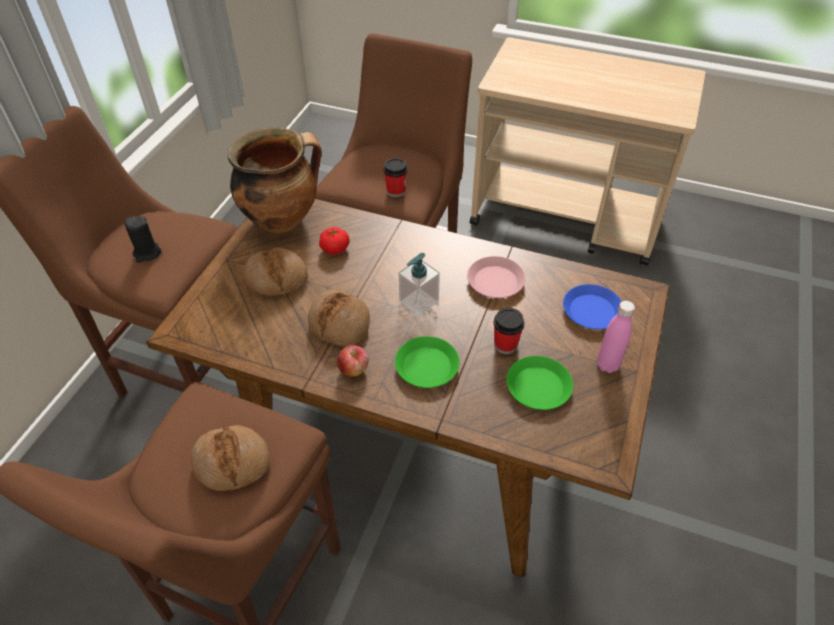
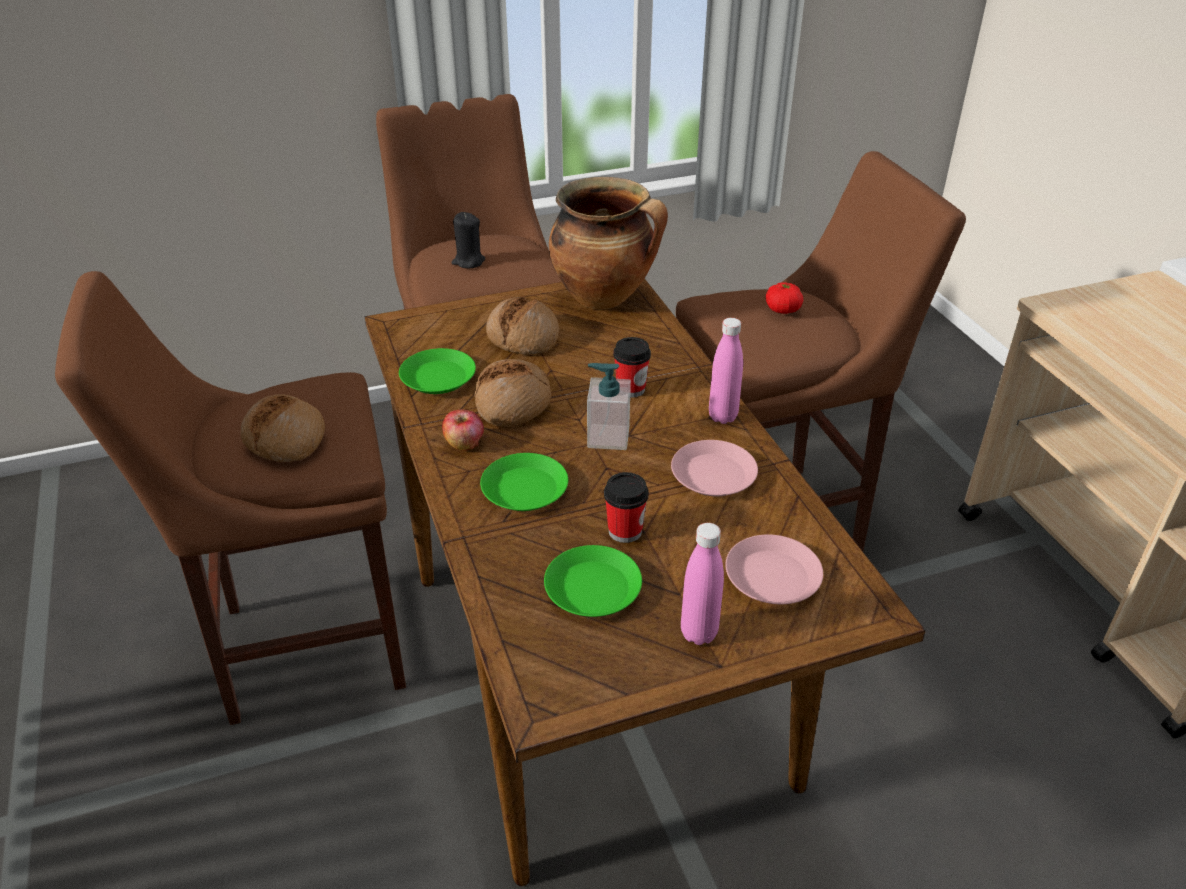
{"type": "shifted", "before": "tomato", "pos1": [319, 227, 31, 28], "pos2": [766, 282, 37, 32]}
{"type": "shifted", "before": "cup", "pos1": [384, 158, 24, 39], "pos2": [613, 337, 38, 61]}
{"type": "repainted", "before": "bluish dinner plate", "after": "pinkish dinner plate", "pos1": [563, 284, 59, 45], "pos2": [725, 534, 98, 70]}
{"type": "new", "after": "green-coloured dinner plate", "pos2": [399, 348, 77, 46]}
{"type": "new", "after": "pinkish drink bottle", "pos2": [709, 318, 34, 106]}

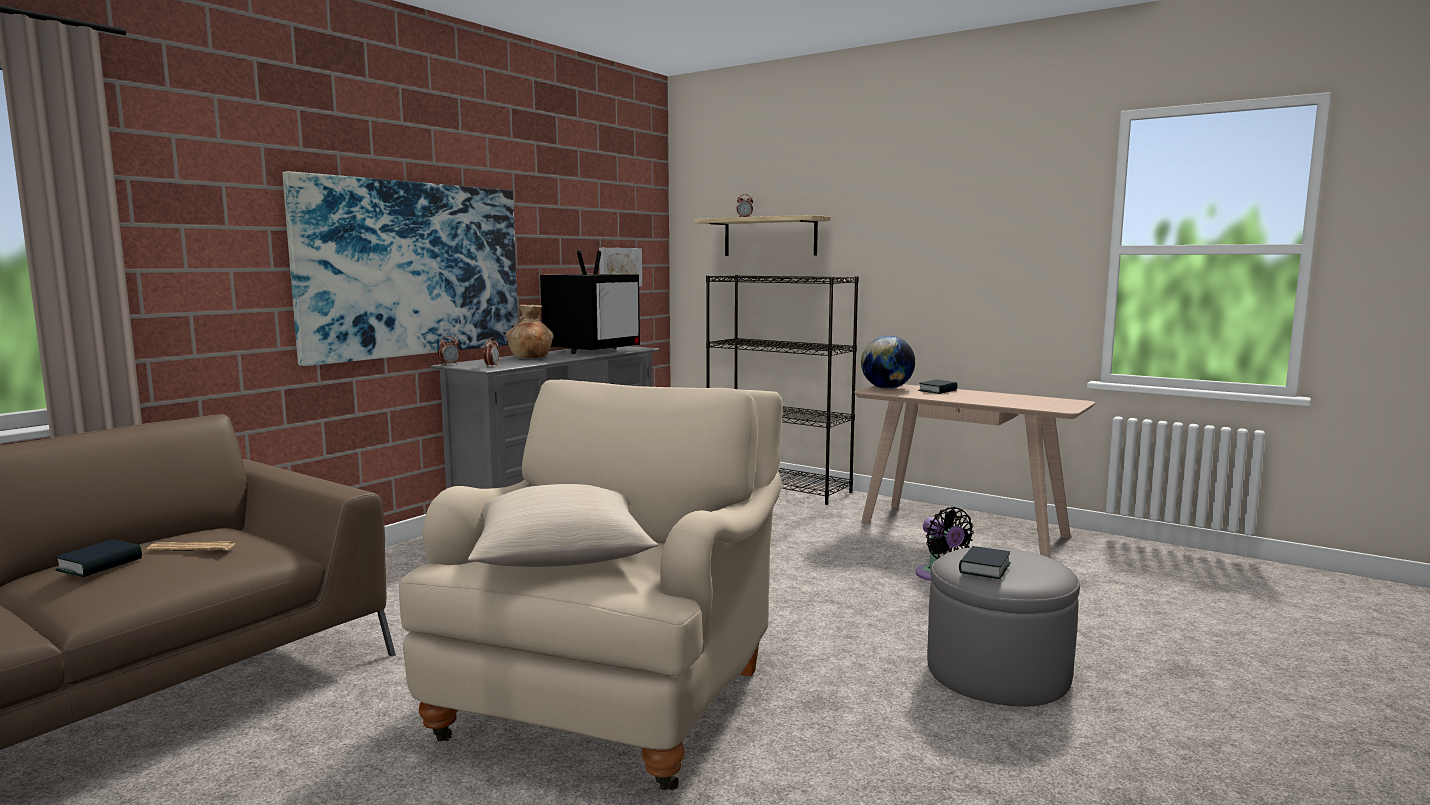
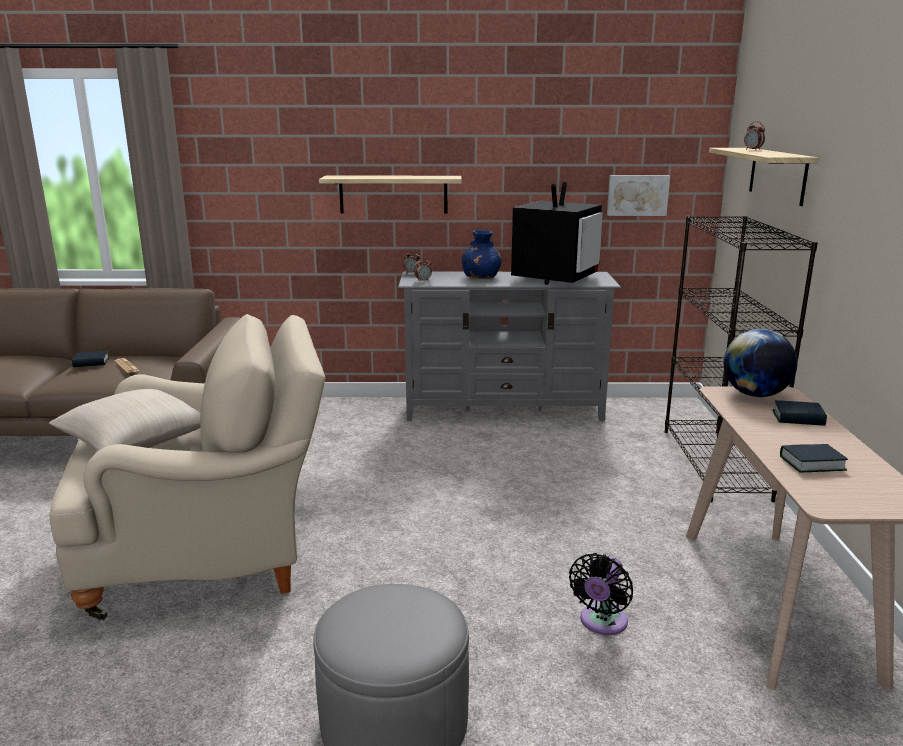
{"type": "swapped", "before": "wall art", "after": "wall shelf", "pos1": [283, 171, 235, 195], "pos2": [319, 176, 143, 37]}
{"type": "repainted", "before": "brown decorative vase", "after": "bluish decorative vase", "pos1": [506, 305, 48, 53], "pos2": [462, 230, 40, 49]}
{"type": "rotated", "before": "television", "pos1": [540, 250, 100, 104], "pos2": [511, 181, 92, 104], "turn": -60}
{"type": "shifted", "before": "book", "pos1": [959, 546, 52, 33], "pos2": [780, 444, 68, 28]}

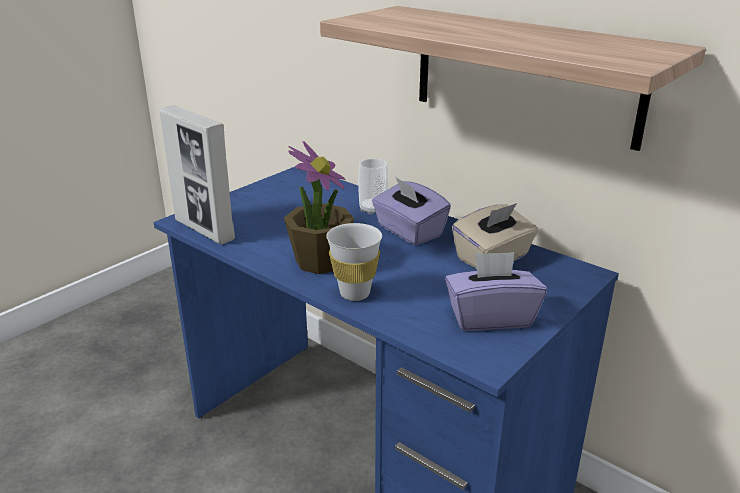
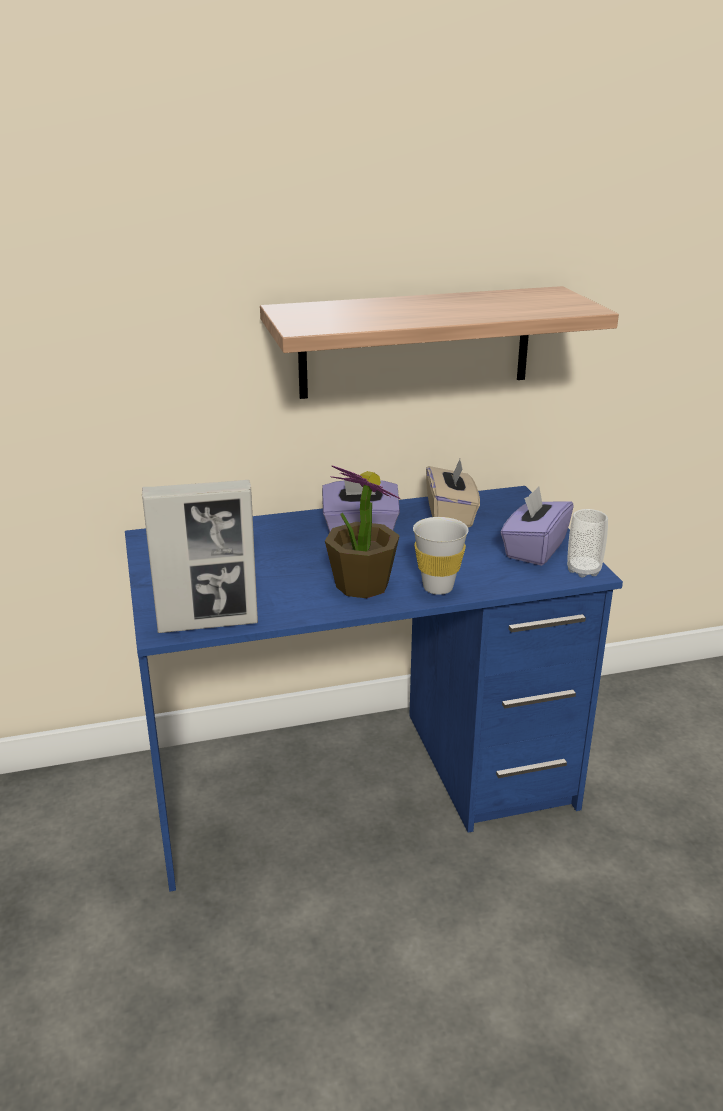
{"type": "shifted", "before": "cup", "pos1": [358, 158, 30, 57], "pos2": [567, 509, 41, 69]}

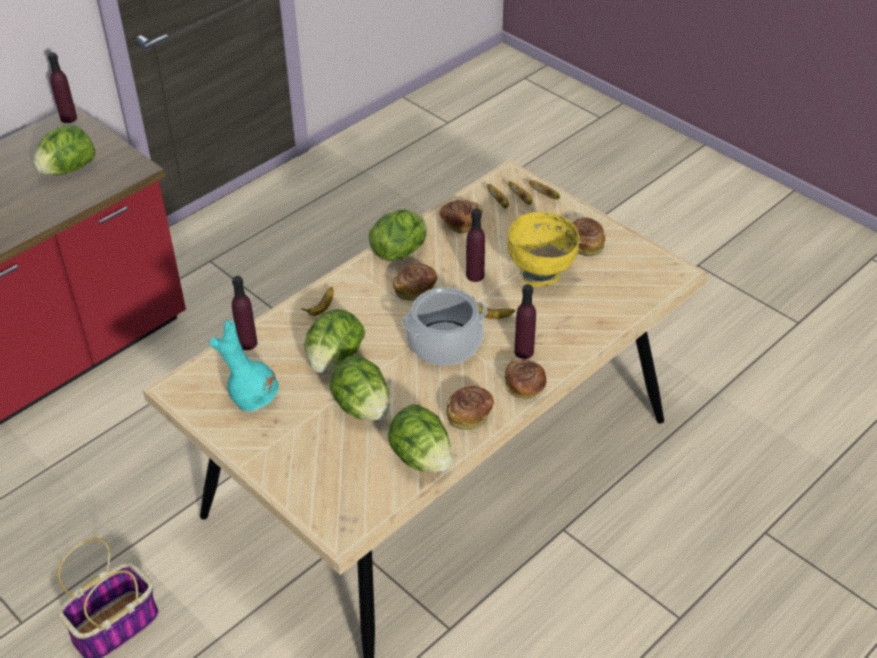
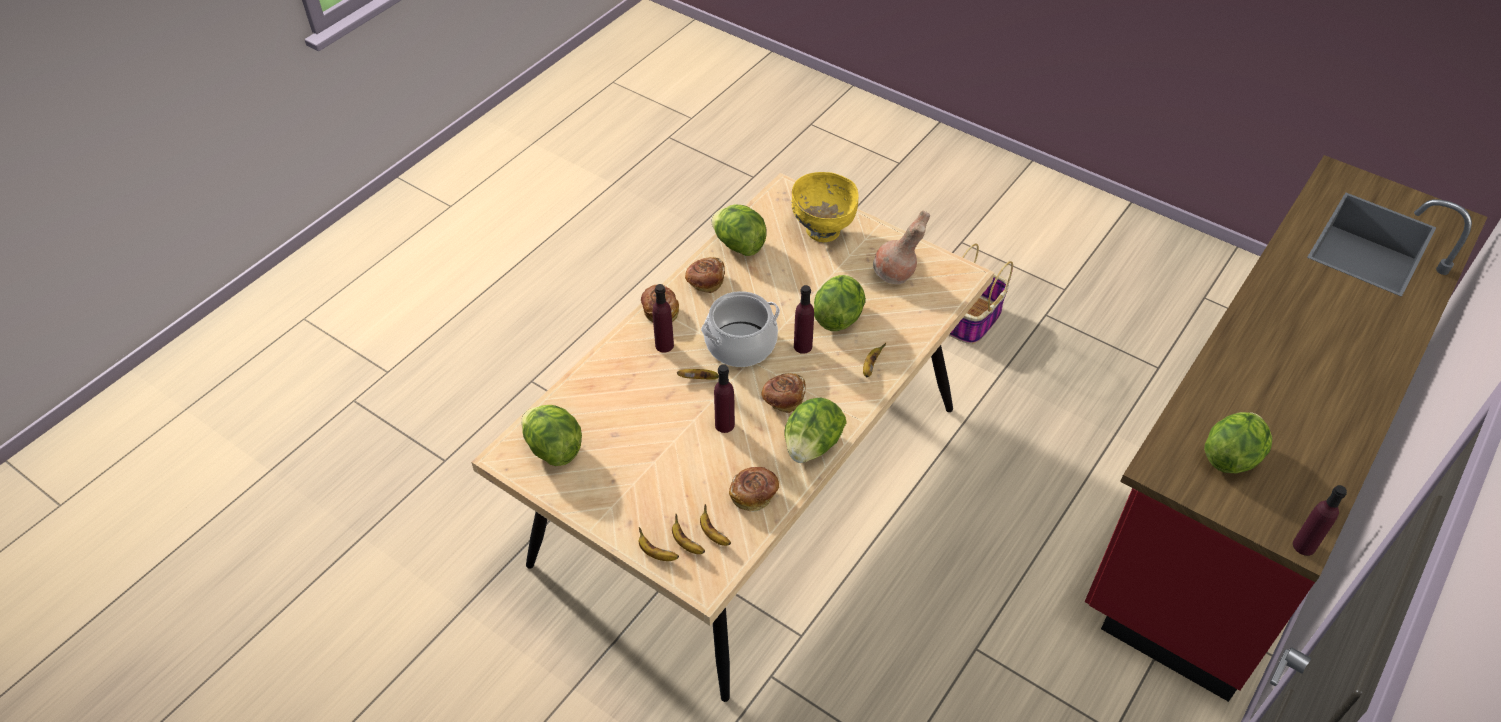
{"type": "repainted", "before": "blue-green decorative vase", "after": "brown decorative vase", "pos1": [209, 320, 70, 92], "pos2": [873, 210, 57, 74]}
{"type": "shifted", "before": "purple drink bottle", "pos1": [232, 276, 26, 74], "pos2": [794, 285, 20, 69]}
{"type": "shifted", "before": "lettuce", "pos1": [330, 355, 60, 66], "pos2": [521, 405, 61, 61]}
{"type": "shifted", "before": "yellowish serving bowl", "pos1": [507, 212, 73, 75], "pos2": [791, 172, 68, 70]}
{"type": "gone", "before": "bread", "pos1": [573, 218, 32, 38]}

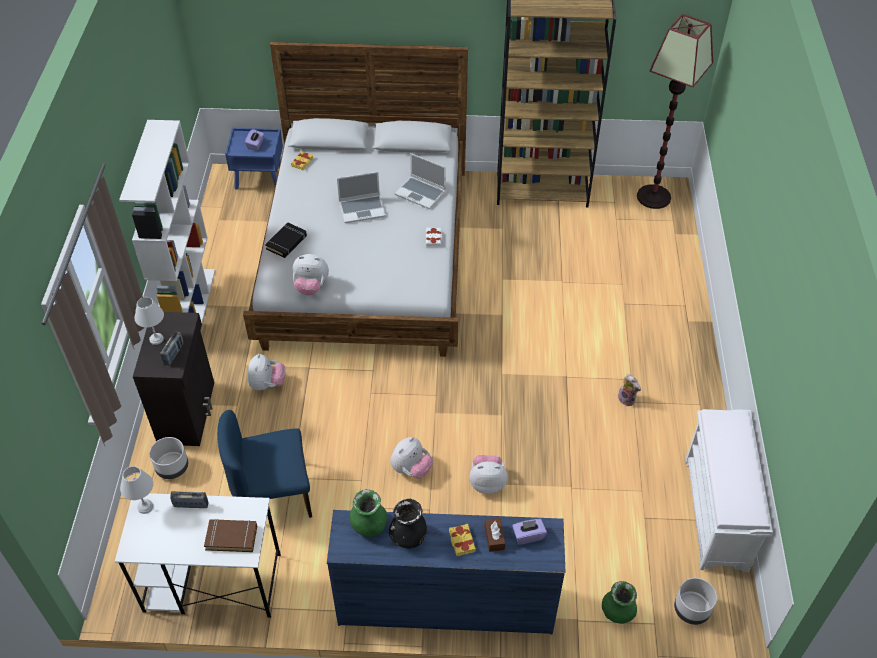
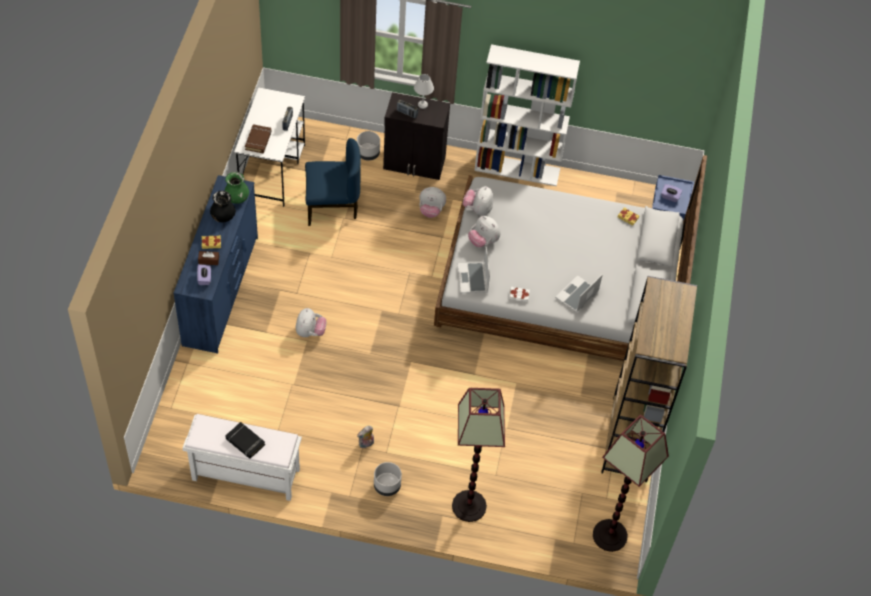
{"type": "gone", "before": "whitish table lamp", "pos1": [120, 466, 33, 48]}
{"type": "rotated", "before": "bluish chair", "pos1": [217, 410, 95, 108], "pos2": [305, 138, 56, 88], "turn": 90}
{"type": "shifted", "before": "blackish book", "pos1": [265, 222, 42, 36], "pos2": [226, 422, 39, 37]}
{"type": "shifted", "before": "portable computer", "pos1": [337, 172, 49, 51], "pos2": [458, 247, 32, 46]}
{"type": "shifted", "before": "cuddly toy", "pos1": [390, 437, 43, 41], "pos2": [468, 216, 32, 31]}
{"type": "gone", "before": "green-coloured decorative vase", "pos1": [602, 581, 35, 43]}
{"type": "shifted", "before": "gray plant pot", "pos1": [674, 578, 43, 47], "pos2": [374, 462, 28, 34]}
{"type": "new", "after": "floor lamp", "pos2": [452, 388, 53, 134]}

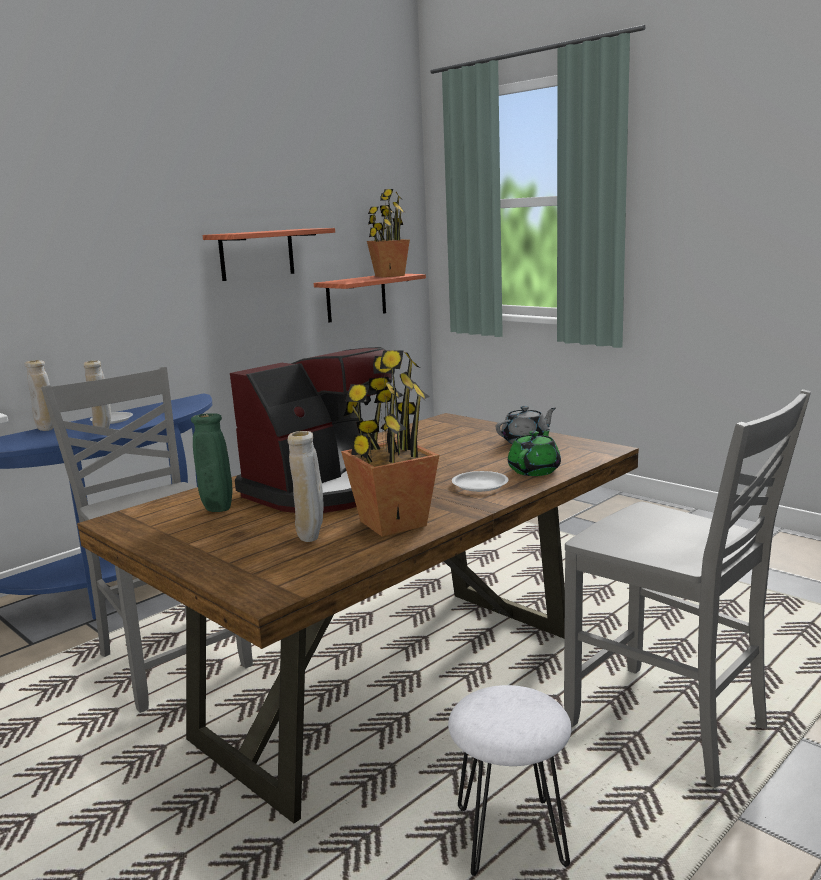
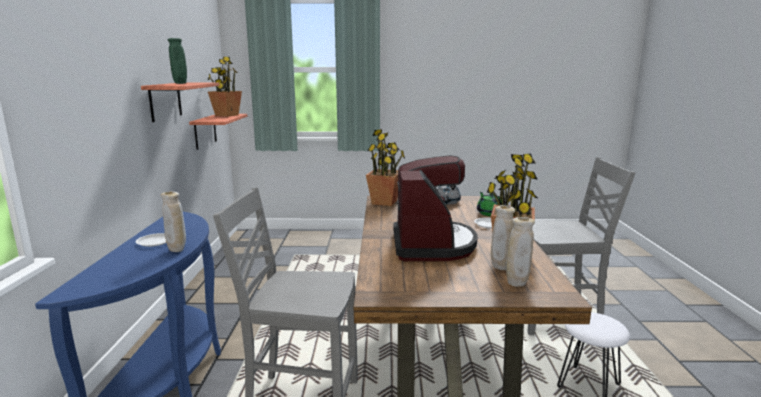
{"type": "shifted", "before": "sand-coloured decorative vase", "pos1": [25, 360, 28, 71], "pos2": [506, 217, 29, 70]}
{"type": "shifted", "before": "green-coloured decorative vase", "pos1": [191, 413, 41, 99], "pos2": [168, 38, 19, 46]}
{"type": "new", "after": "plant in a pot", "pos2": [366, 129, 39, 77]}

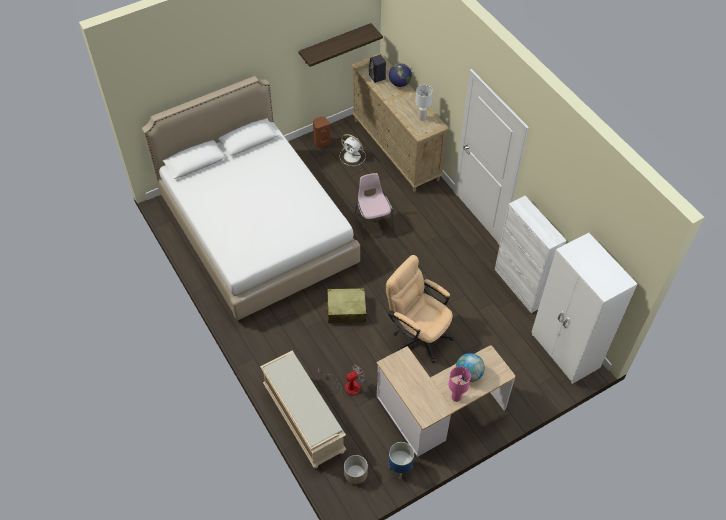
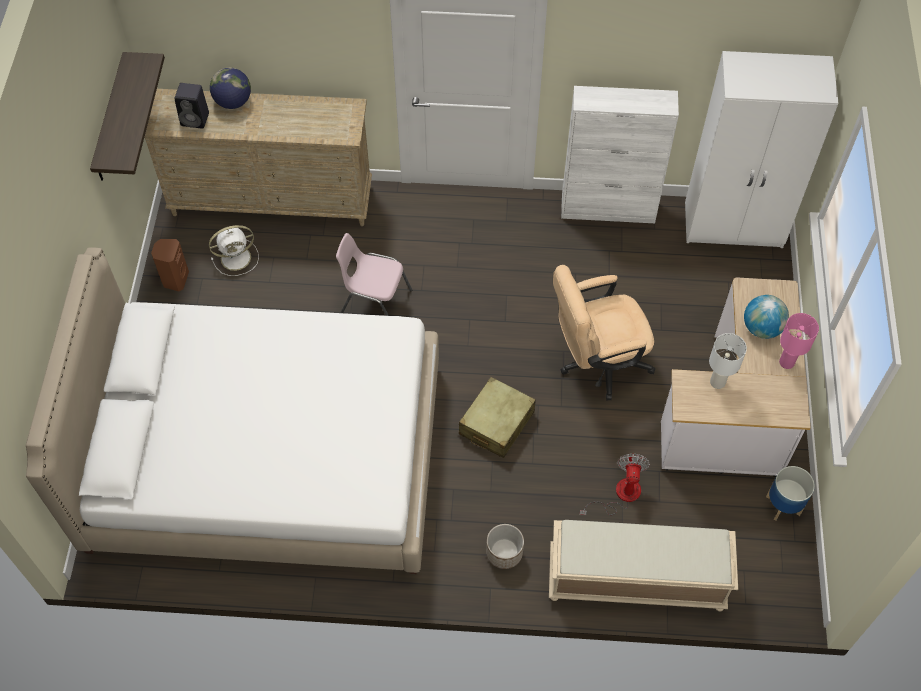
{"type": "shifted", "before": "plant pot", "pos1": [344, 455, 24, 29], "pos2": [486, 524, 38, 45]}
{"type": "shifted", "before": "whitish table lamp", "pos1": [415, 85, 18, 36], "pos2": [709, 333, 38, 56]}

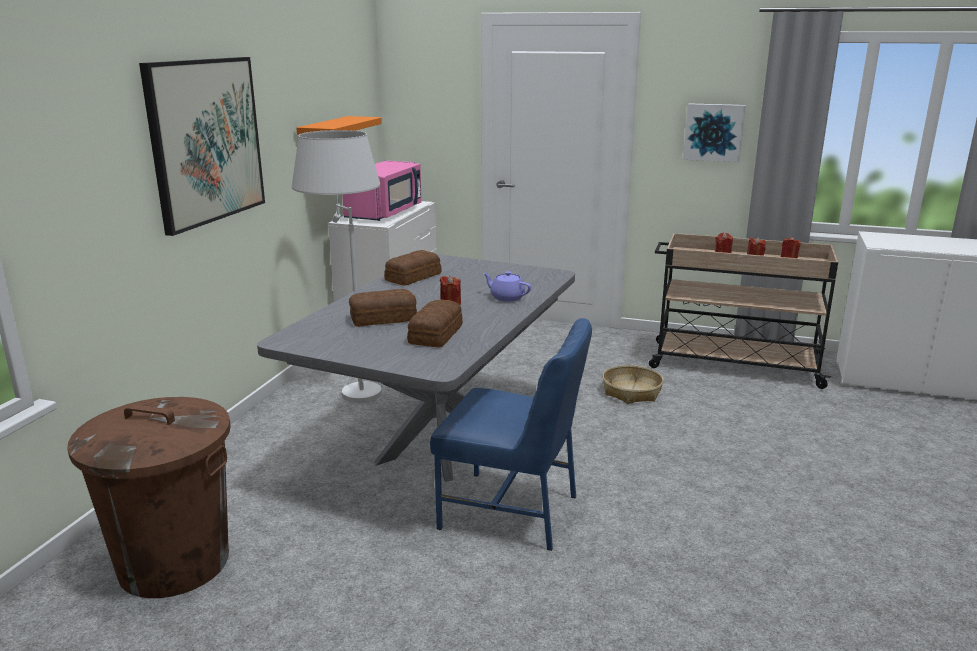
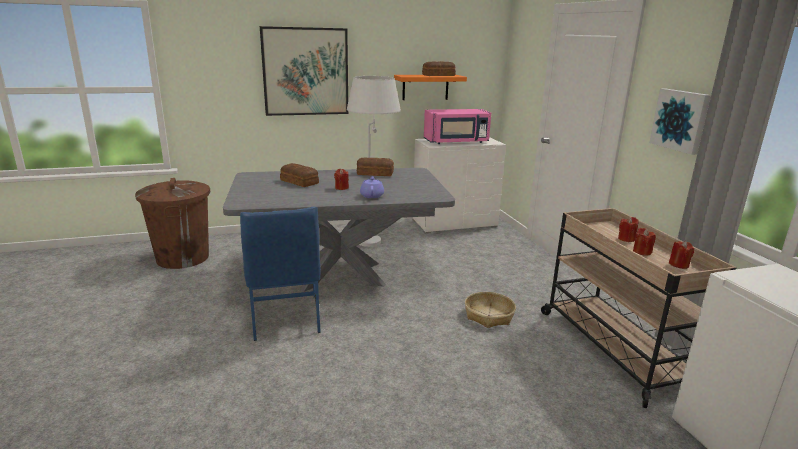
{"type": "shifted", "before": "bread", "pos1": [407, 300, 56, 47], "pos2": [422, 61, 34, 15]}

